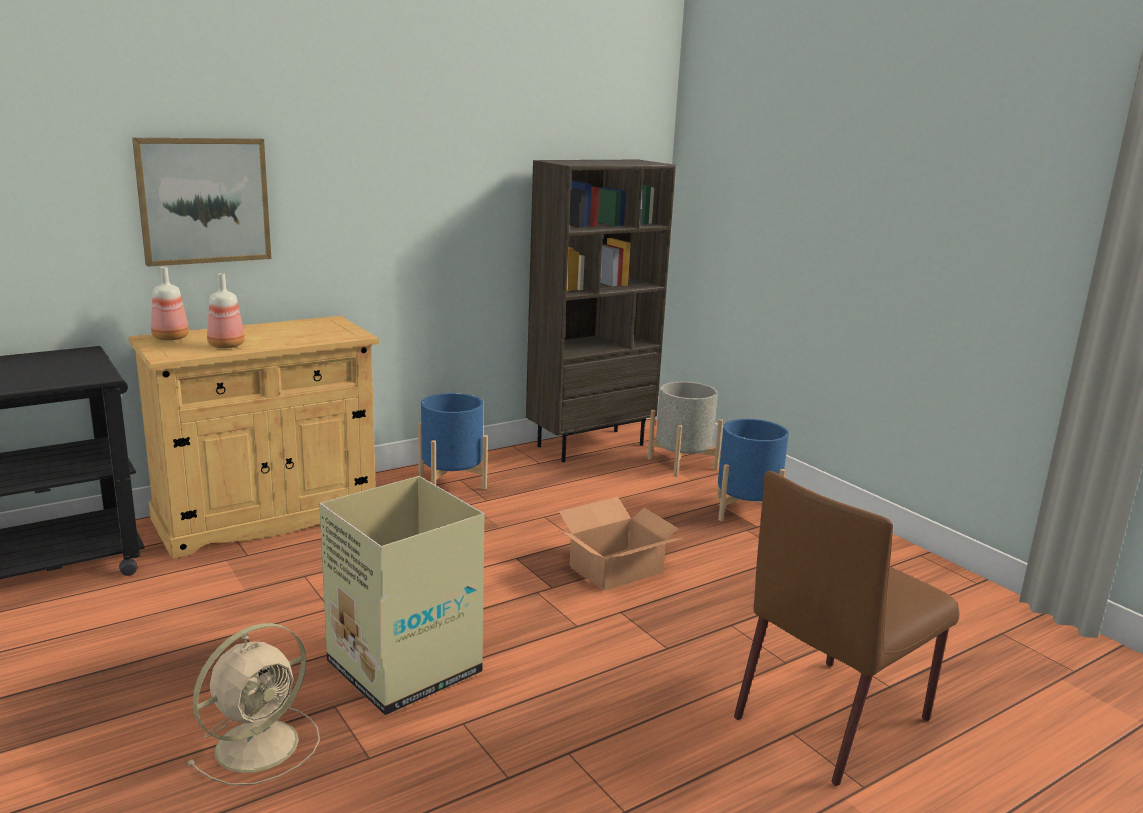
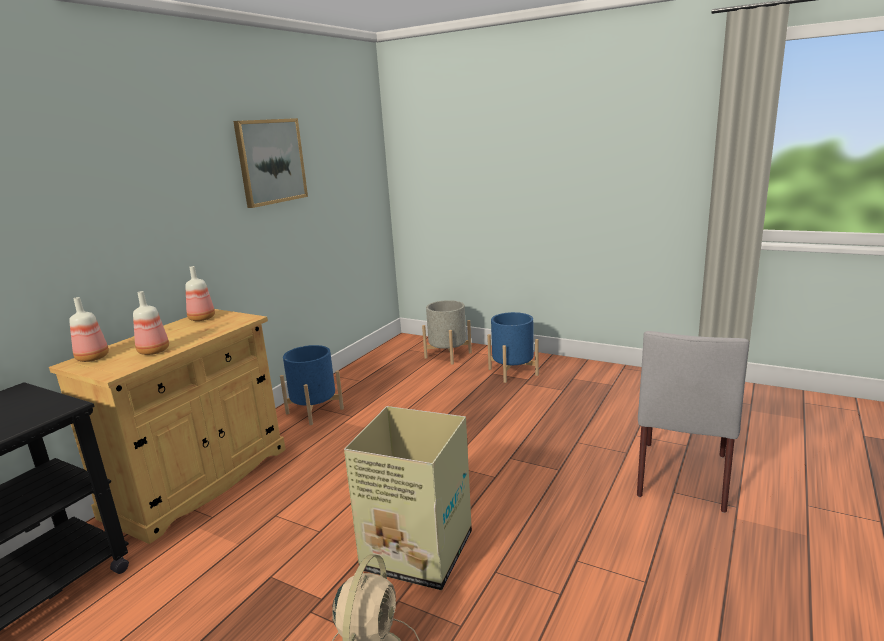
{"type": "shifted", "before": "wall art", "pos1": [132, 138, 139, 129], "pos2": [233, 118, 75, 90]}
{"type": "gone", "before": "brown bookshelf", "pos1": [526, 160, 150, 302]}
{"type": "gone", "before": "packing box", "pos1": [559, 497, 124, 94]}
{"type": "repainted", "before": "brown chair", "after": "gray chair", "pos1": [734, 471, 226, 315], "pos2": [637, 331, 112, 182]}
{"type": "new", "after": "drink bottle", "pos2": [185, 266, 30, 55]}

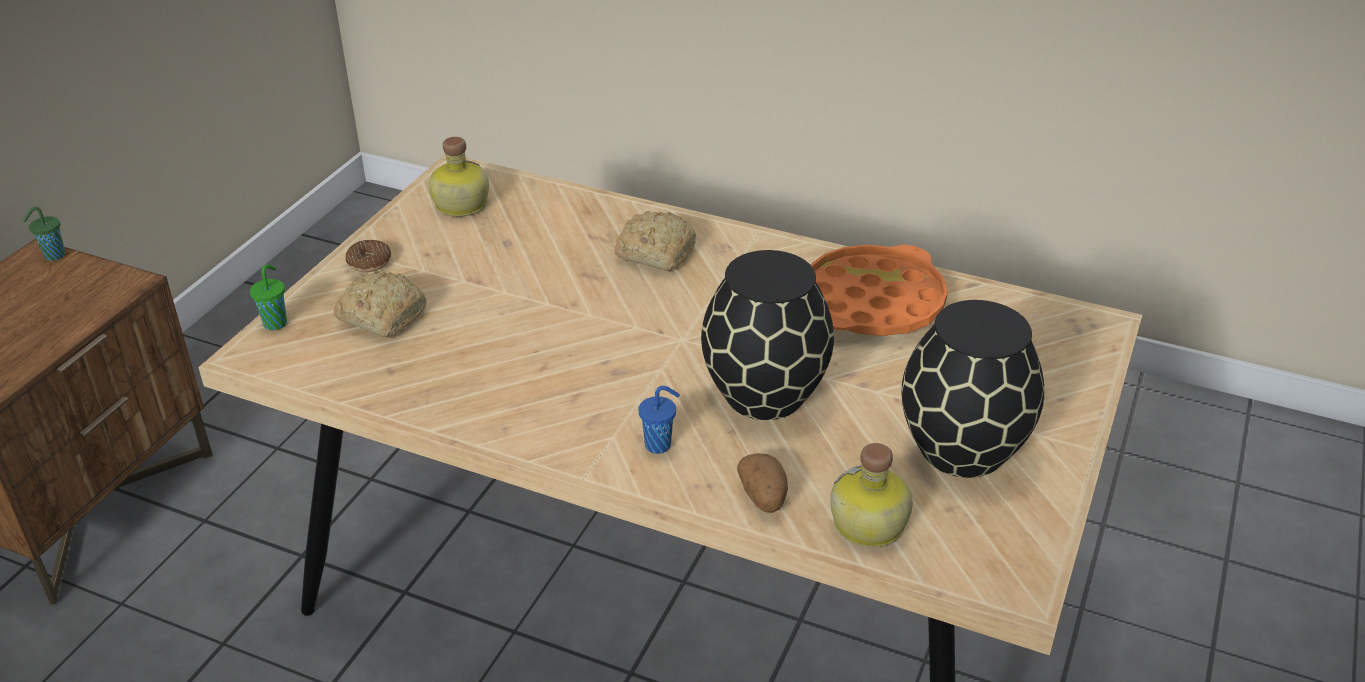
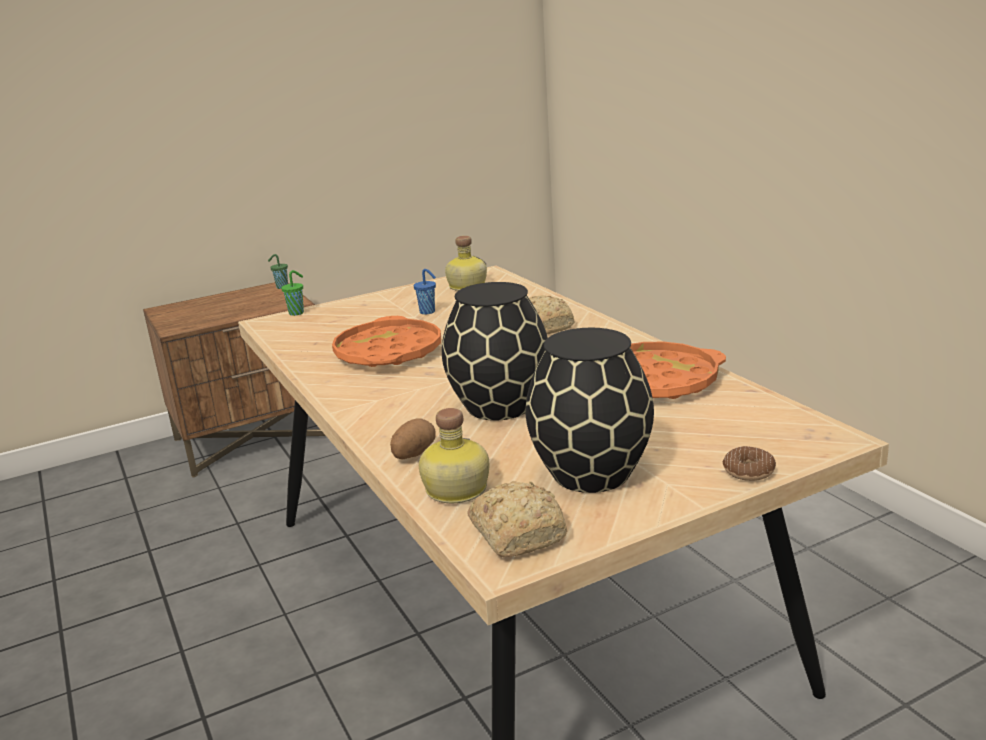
{"type": "shifted", "before": "bread", "pos1": [334, 271, 92, 67], "pos2": [467, 481, 100, 76]}
{"type": "shifted", "before": "doughnut", "pos1": [346, 240, 45, 32], "pos2": [723, 446, 53, 35]}
{"type": "shifted", "before": "bluish cup", "pos1": [639, 386, 41, 68], "pos2": [414, 269, 22, 45]}
{"type": "new", "after": "orange-coloured tray", "pos2": [332, 316, 109, 51]}

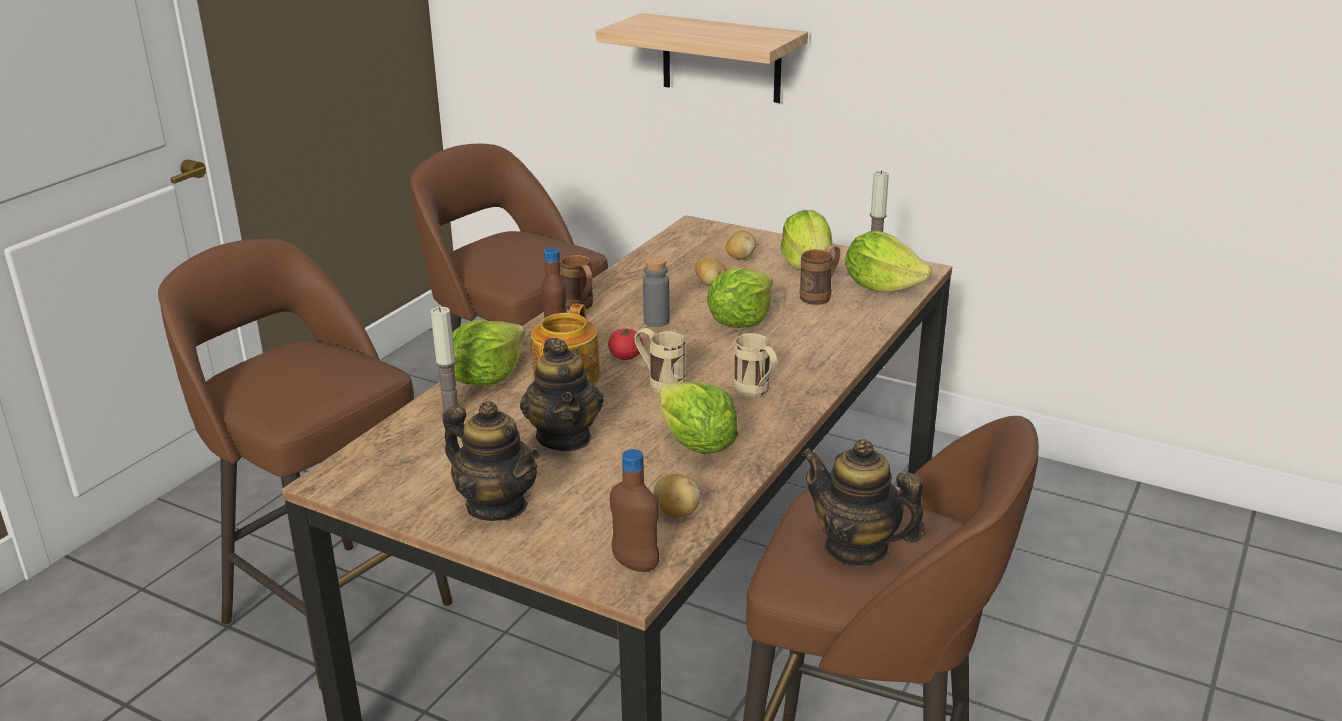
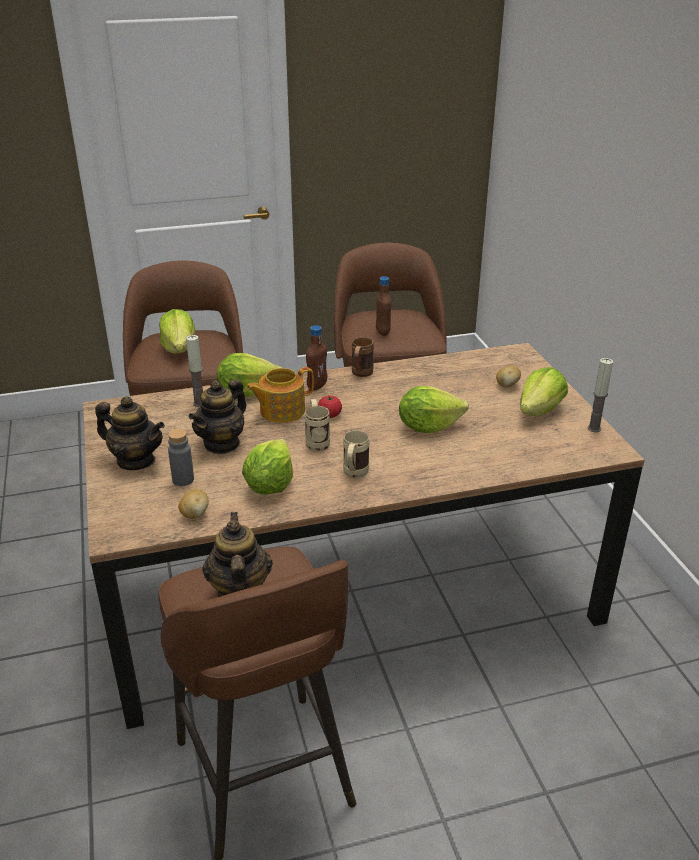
{"type": "rotated", "before": "tea pot", "pos1": [443, 401, 97, 120], "pos2": [95, 396, 70, 74], "turn": -60}
{"type": "gone", "before": "wall shelf", "pos1": [596, 13, 212, 90]}
{"type": "shifted", "before": "brown drink bottle", "pos1": [610, 449, 50, 123], "pos2": [376, 276, 15, 60]}
{"type": "shifted", "before": "gray drink bottle", "pos1": [643, 256, 27, 71], "pos2": [168, 429, 26, 57]}
{"type": "gone", "before": "spud", "pos1": [695, 255, 32, 31]}
{"type": "gone", "before": "brown tea mug", "pos1": [800, 245, 40, 60]}
{"type": "shifted", "before": "lettuce", "pos1": [845, 231, 87, 61], "pos2": [159, 309, 36, 45]}

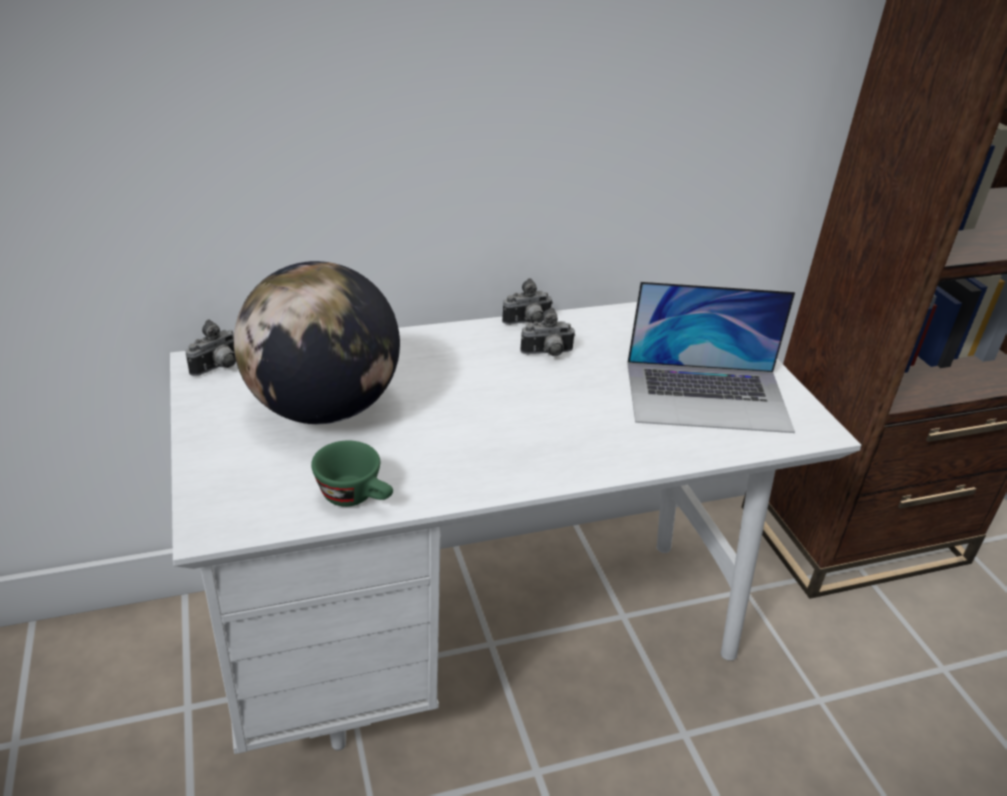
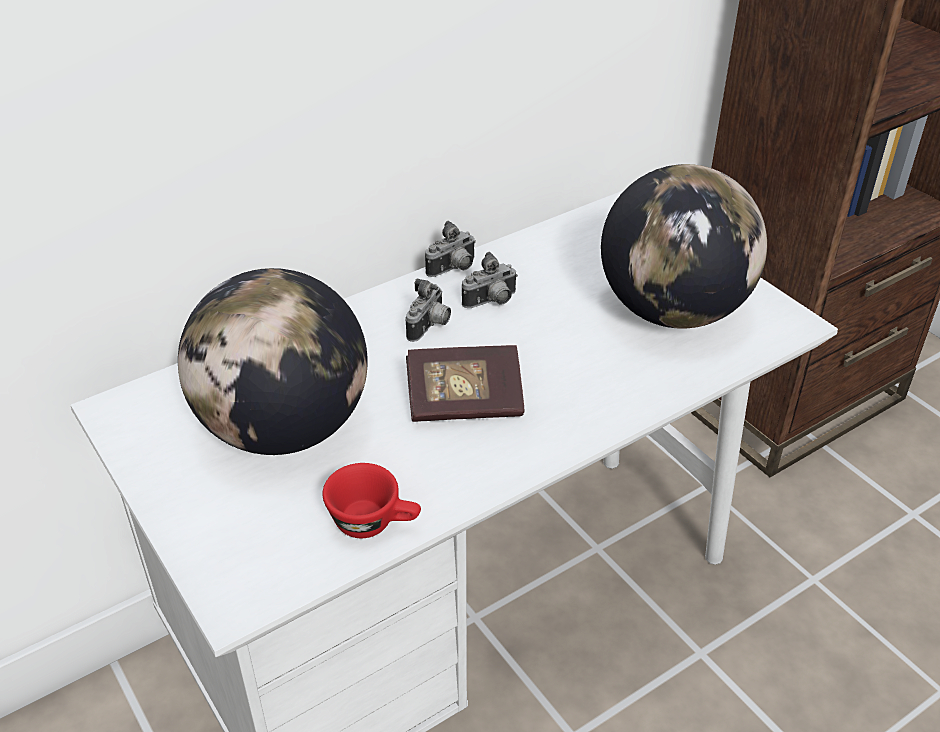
{"type": "shifted", "before": "photo camera", "pos1": [186, 319, 50, 57], "pos2": [405, 278, 46, 64]}
{"type": "repainted", "before": "green-coloured cup", "after": "red cup", "pos1": [311, 441, 82, 66], "pos2": [323, 463, 98, 75]}
{"type": "swapped", "before": "portable computer", "after": "globe", "pos1": [627, 281, 168, 152], "pos2": [601, 164, 166, 164]}
{"type": "new", "after": "book", "pos2": [406, 345, 119, 77]}

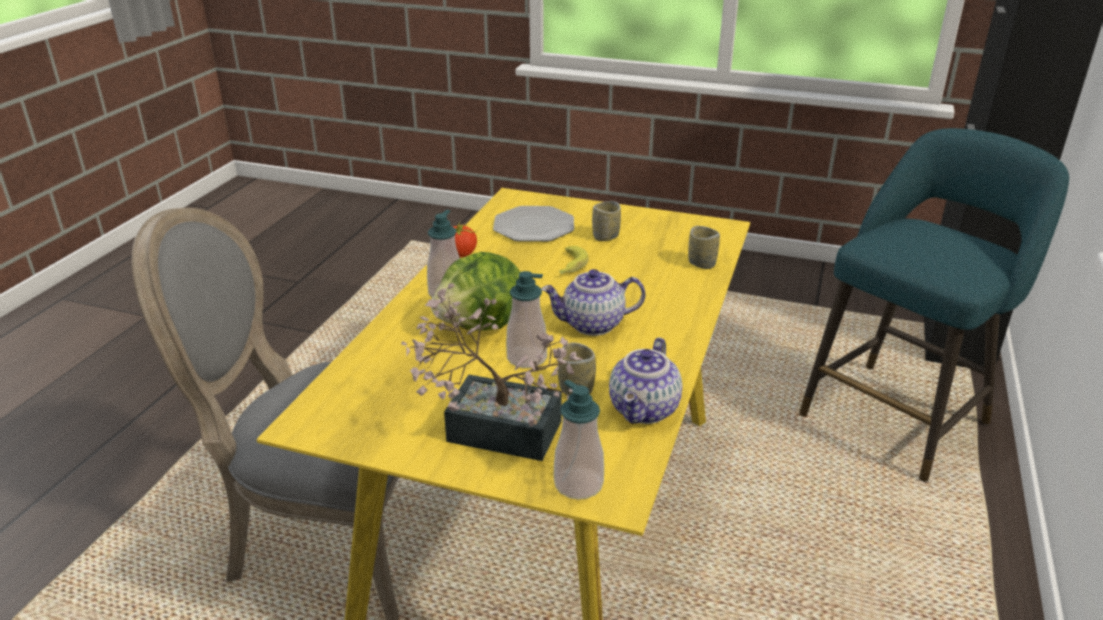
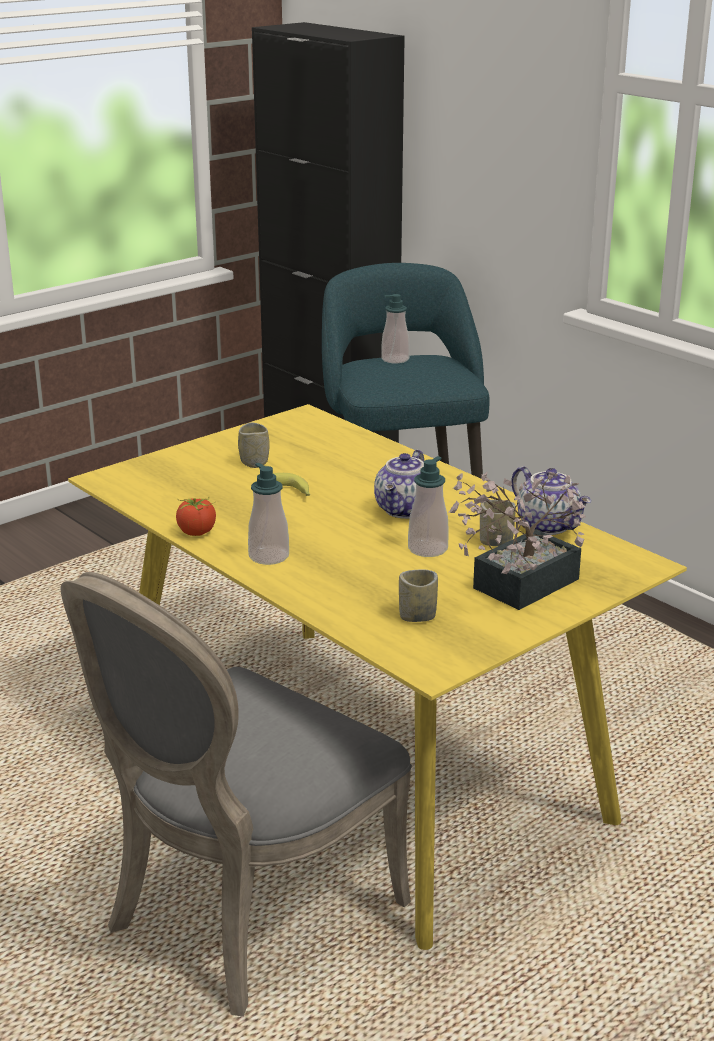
{"type": "gone", "before": "lettuce", "pos1": [431, 252, 89, 79]}
{"type": "gone", "before": "dinner plate", "pos1": [493, 206, 81, 36]}
{"type": "shifted", "before": "soap dispenser", "pos1": [554, 380, 50, 120], "pos2": [381, 294, 29, 69]}
{"type": "shifted", "before": "cup", "pos1": [688, 226, 32, 43], "pos2": [399, 570, 39, 52]}

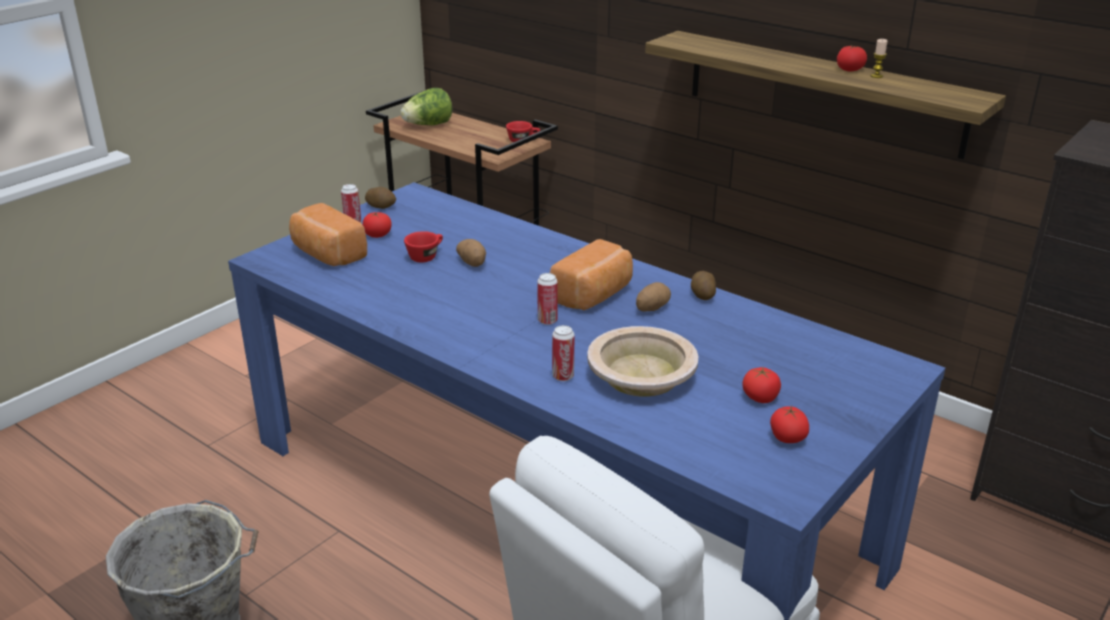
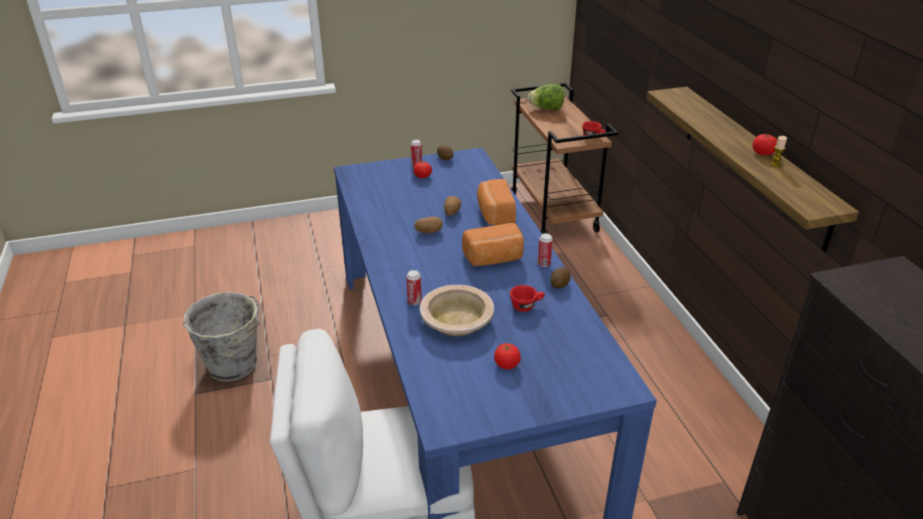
{"type": "shifted", "before": "bread", "pos1": [289, 203, 78, 63], "pos2": [477, 179, 39, 46]}
{"type": "shifted", "before": "red cup", "pos1": [404, 231, 39, 32], "pos2": [510, 285, 35, 27]}
{"type": "shifted", "before": "can", "pos1": [537, 273, 21, 52], "pos2": [538, 233, 15, 34]}
{"type": "shifted", "before": "spud", "pos1": [636, 282, 35, 30], "pos2": [415, 217, 28, 17]}
{"type": "gone", "before": "tomato", "pos1": [770, 406, 39, 37]}

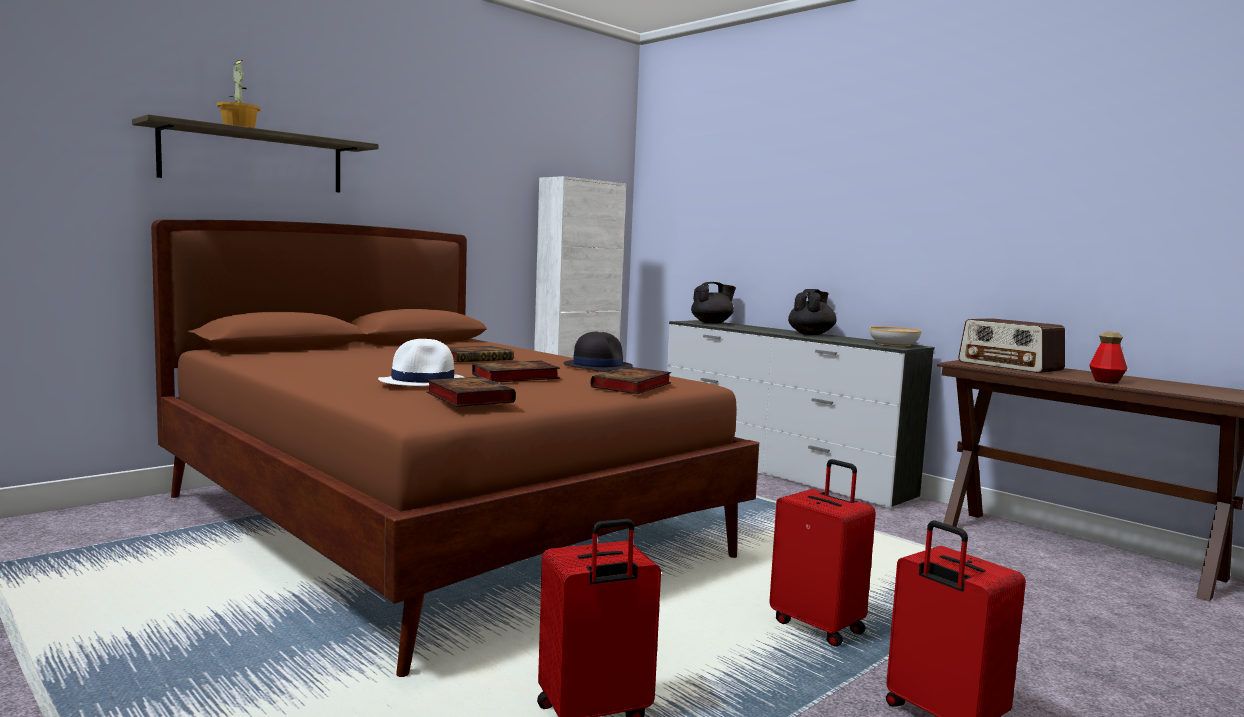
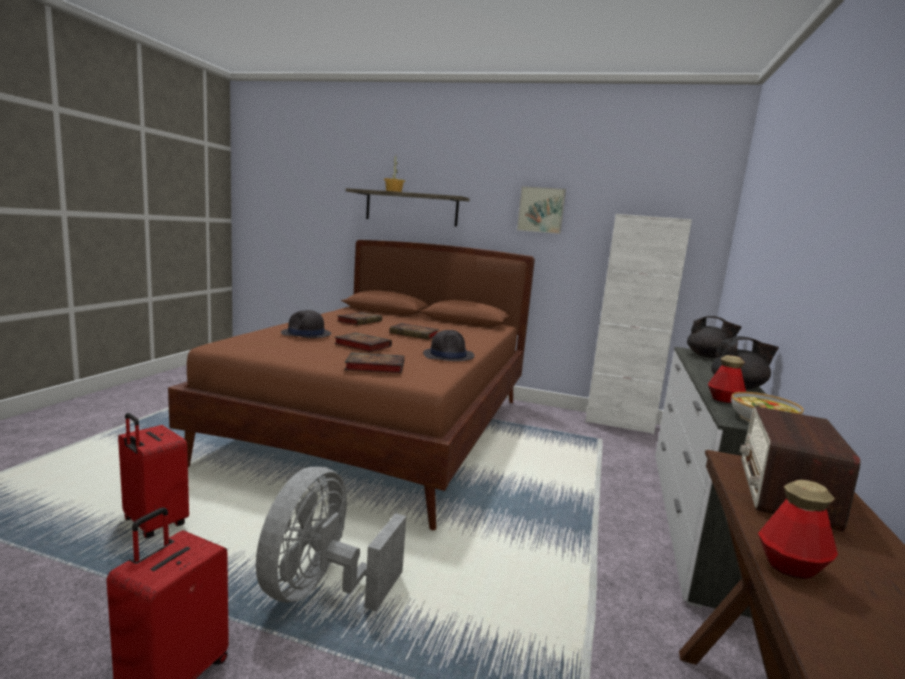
{"type": "repainted", "before": "whitish hat", "after": "blackish hat", "pos1": [378, 339, 87, 47], "pos2": [281, 310, 50, 28]}
{"type": "shifted", "before": "book", "pos1": [427, 377, 89, 30], "pos2": [337, 312, 45, 13]}
{"type": "swapped", "before": "red piece of luggage", "after": "gray electric fan", "pos1": [769, 459, 107, 188], "pos2": [256, 467, 150, 144]}
{"type": "new", "after": "wall art", "pos2": [517, 186, 49, 48]}
{"type": "new", "after": "drink bottle", "pos2": [708, 355, 38, 48]}

